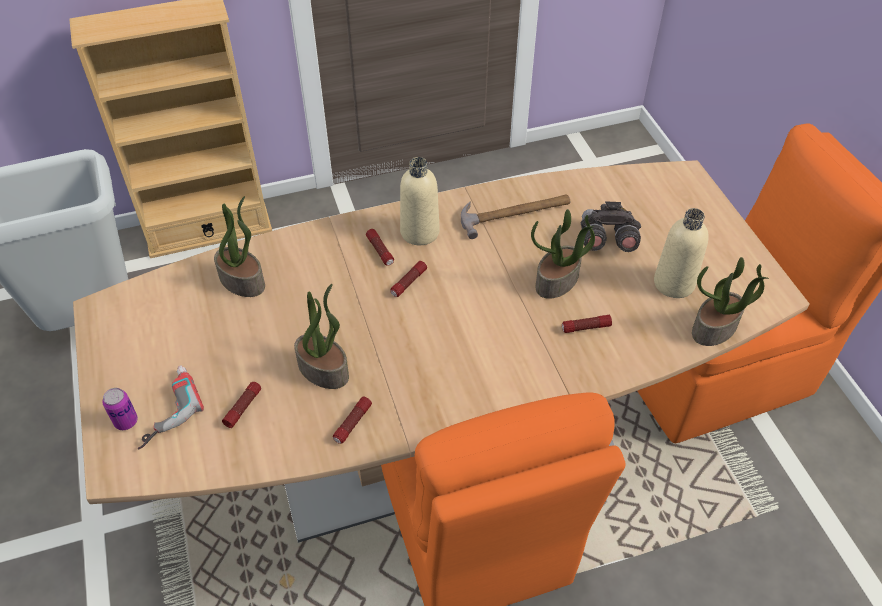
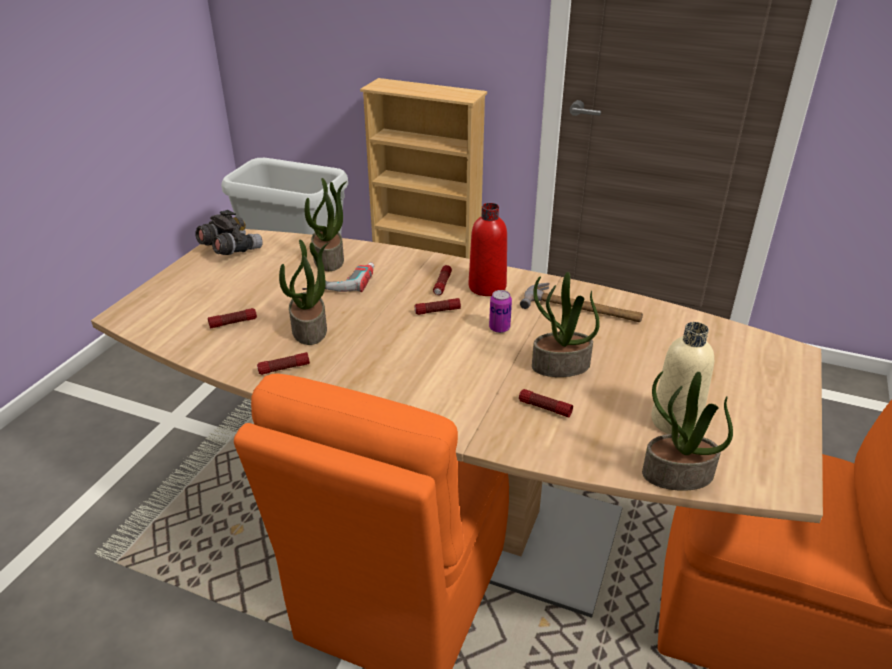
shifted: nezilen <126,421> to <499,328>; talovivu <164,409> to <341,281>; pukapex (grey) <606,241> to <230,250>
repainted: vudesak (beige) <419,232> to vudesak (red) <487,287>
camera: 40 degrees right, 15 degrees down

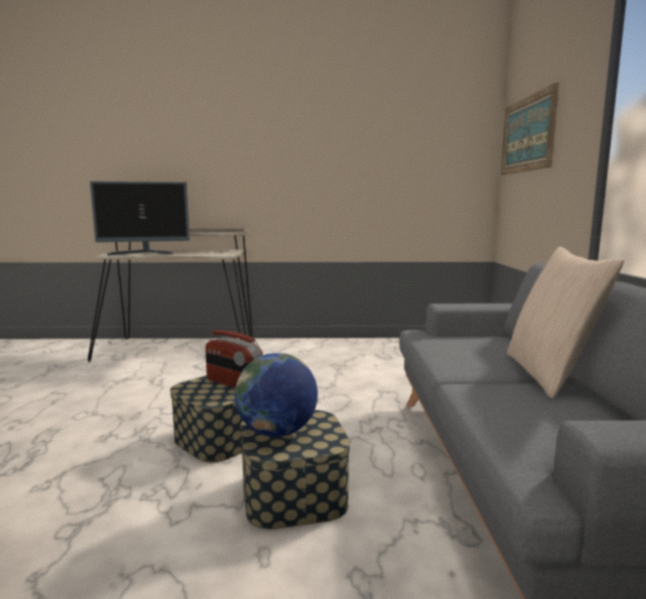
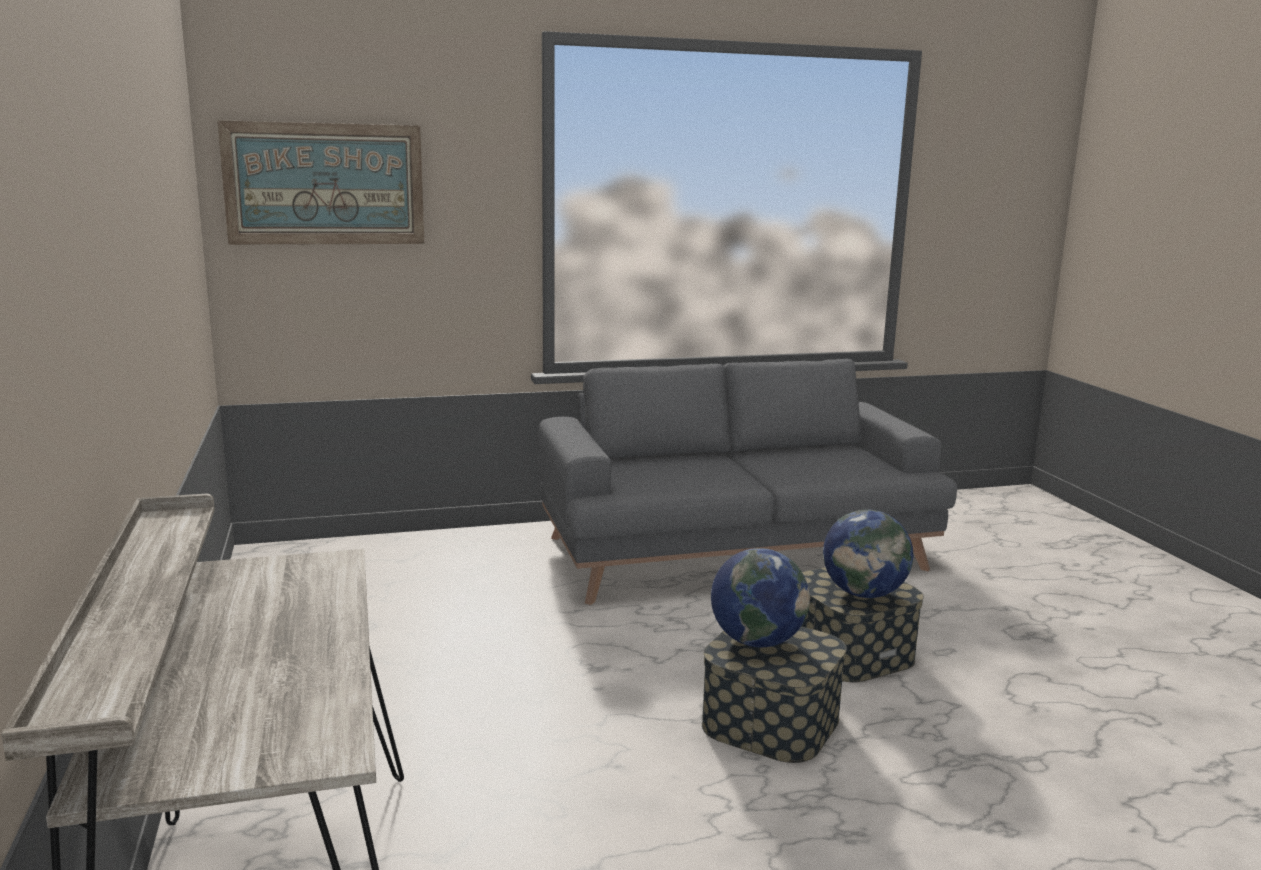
gone: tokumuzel <144,253>; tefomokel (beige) <549,374>
swapped: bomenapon <234,384> to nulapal <757,641>
camera: 105 degrees left, 5 degrees up

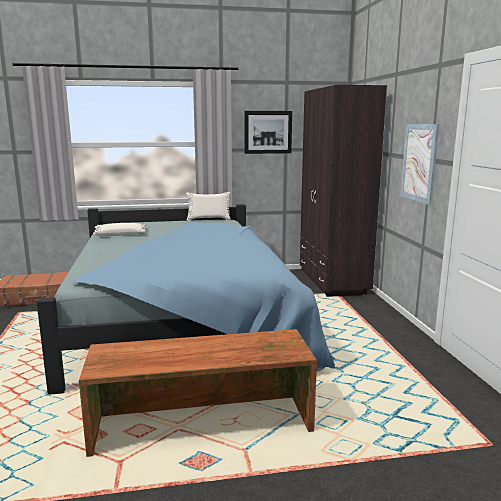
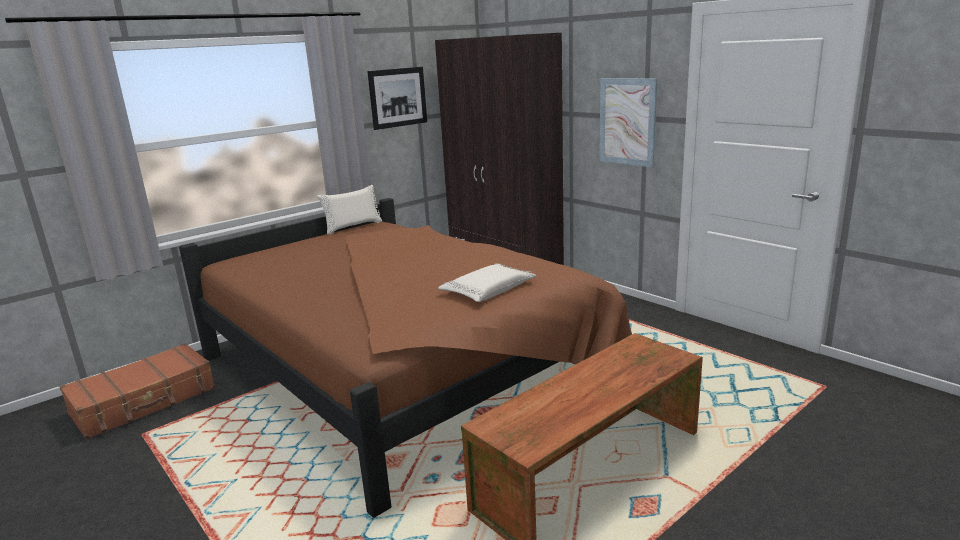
shifted: tefomokel (white) <120,233> to <488,288>
repainted: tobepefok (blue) <183,321> to tobepefok (brown) <406,368>
camera: 30 degrees left, 5 degrees up

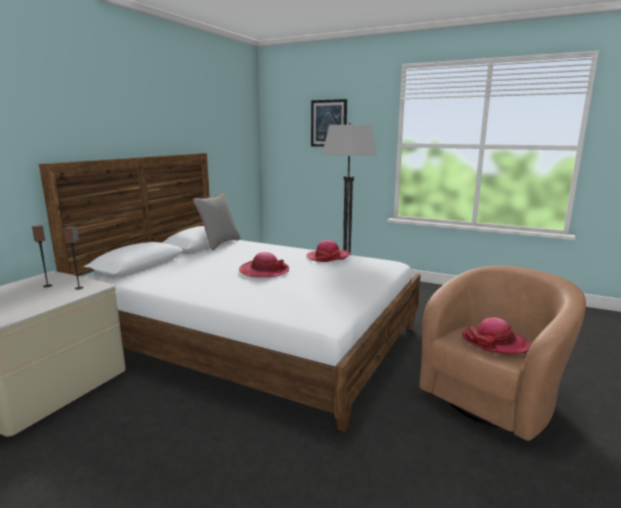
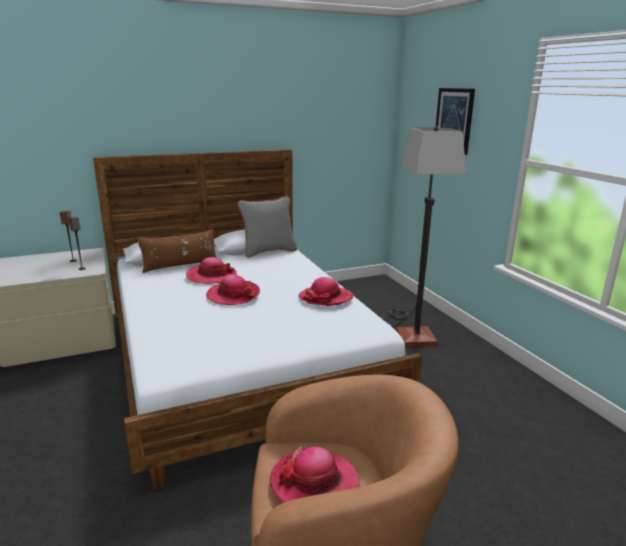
new: tefomokel (brown) <180,265>; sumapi <211,276>
camera: 40 degrees right, 5 degrees up

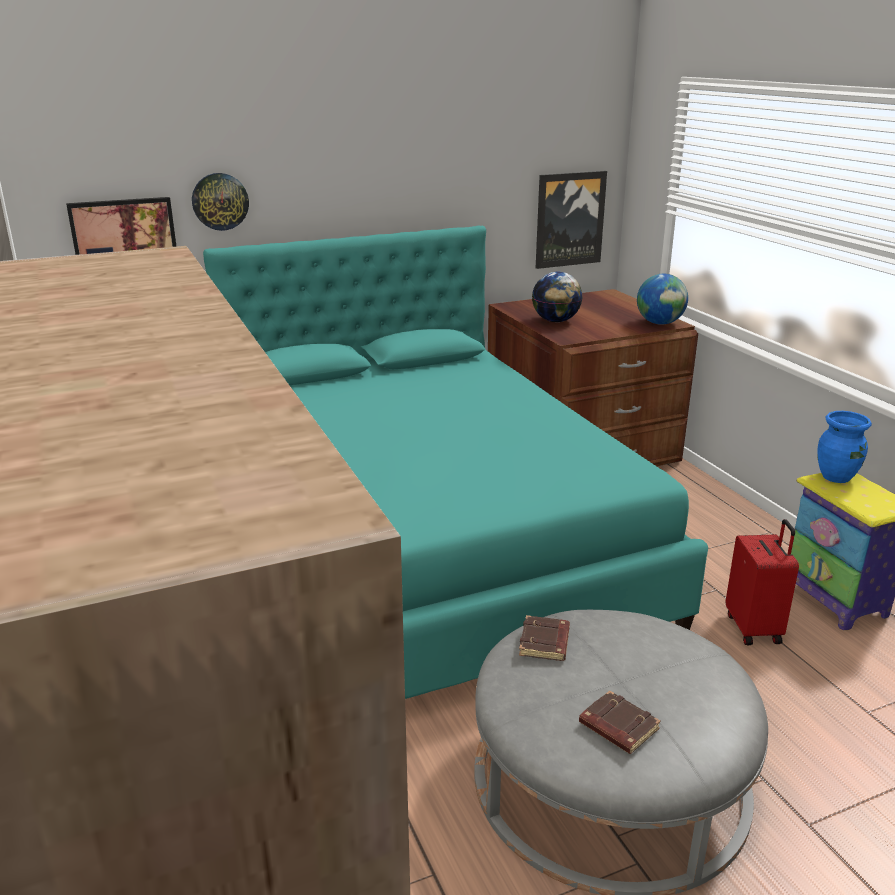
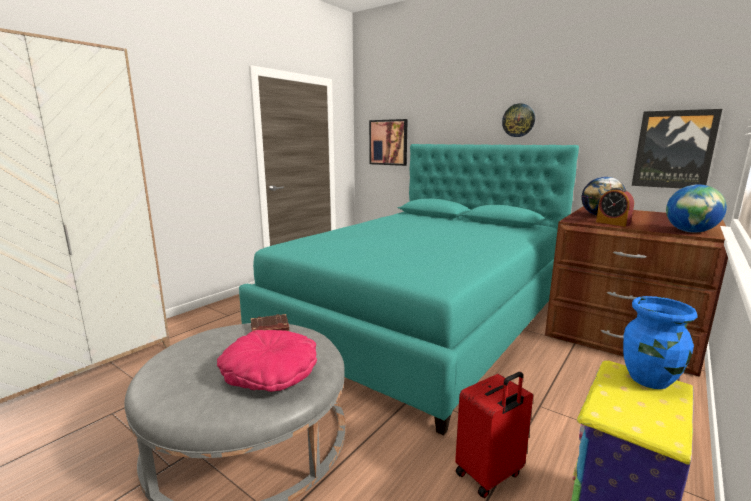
gone: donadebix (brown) <617,727>
new: tefomokel (pink) <272,372>; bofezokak <613,223>
shifted: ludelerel <220,201> to <518,120>
camera: 60 degrees right, 10 degrees down

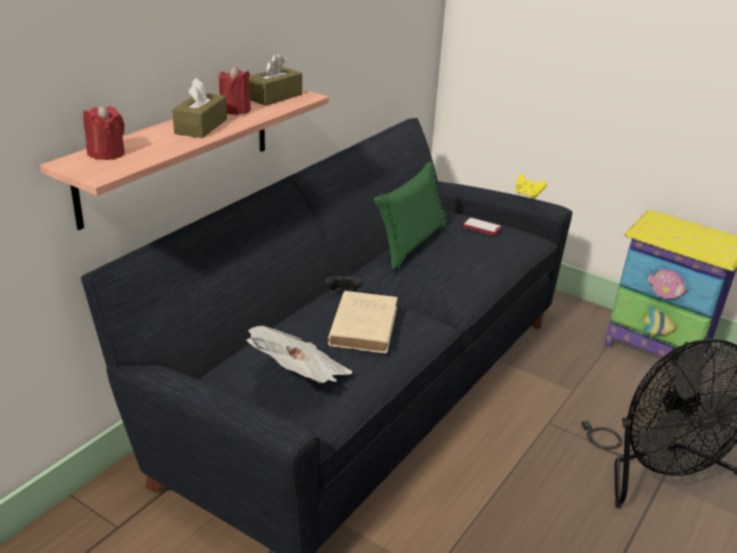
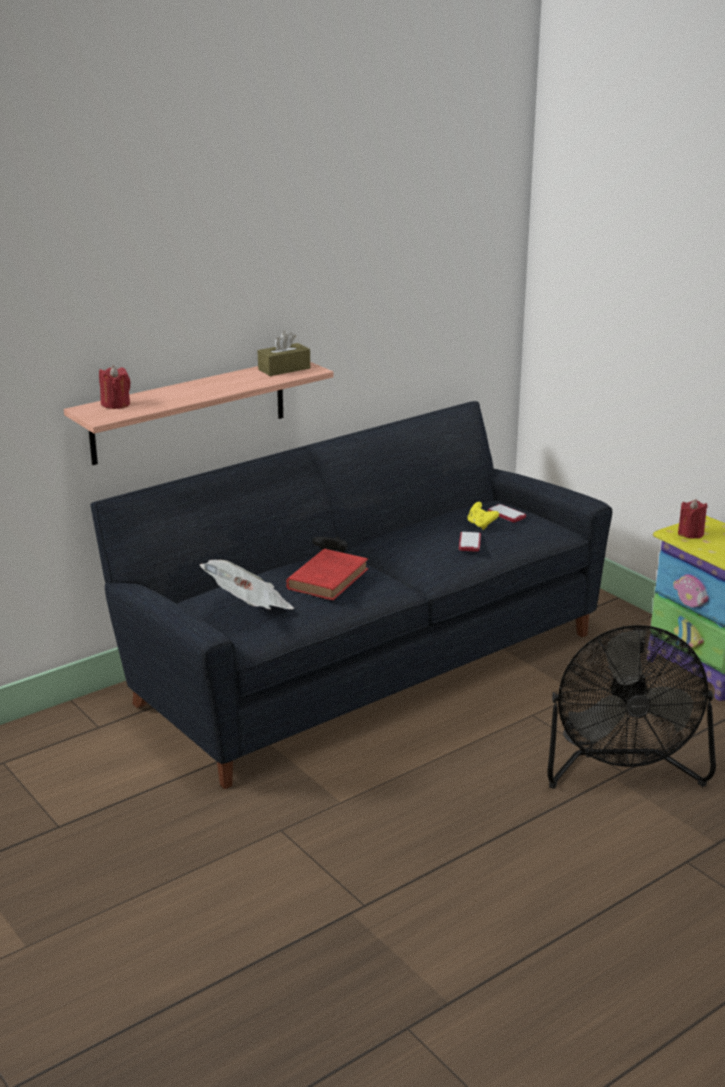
gone: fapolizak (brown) <201,126>; tefomokel (green) <410,244>
new: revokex <469,543>
shifted: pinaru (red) <235,110> to <690,533>; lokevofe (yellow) <527,195> to <481,525>
repainted: donadebix (beige) <364,325> to donadebix (red) <329,578>
camera: 20 degrees right, 5 degrees down

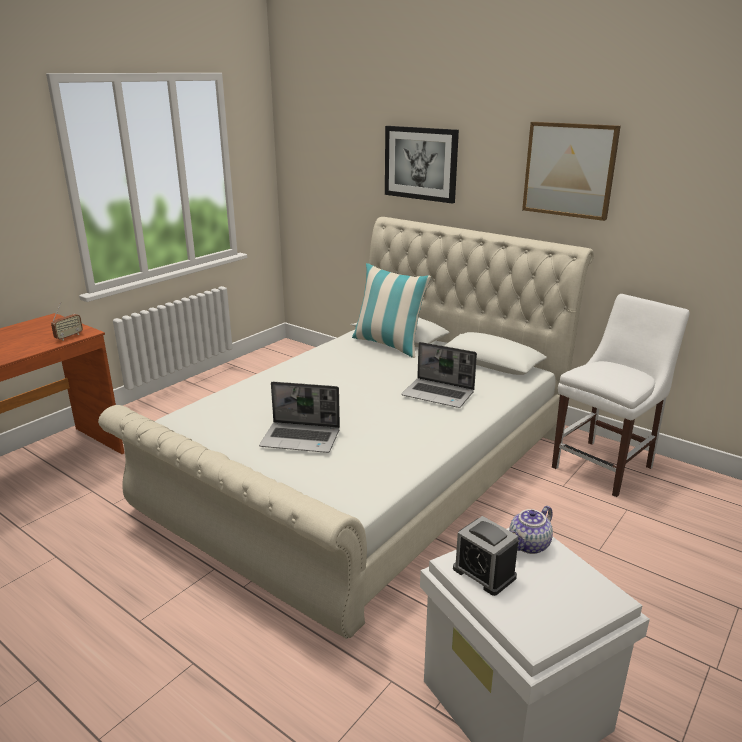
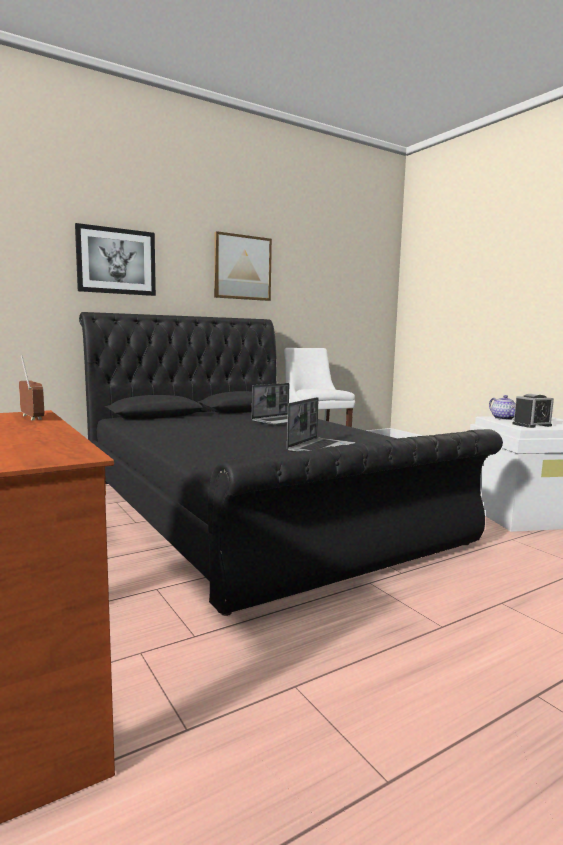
gone: tefomokel <388,344>
repainted: tobepefok (beige) <367,467> to tobepefok (black) <253,508>
camera: 70 degrees left, 15 degrees down

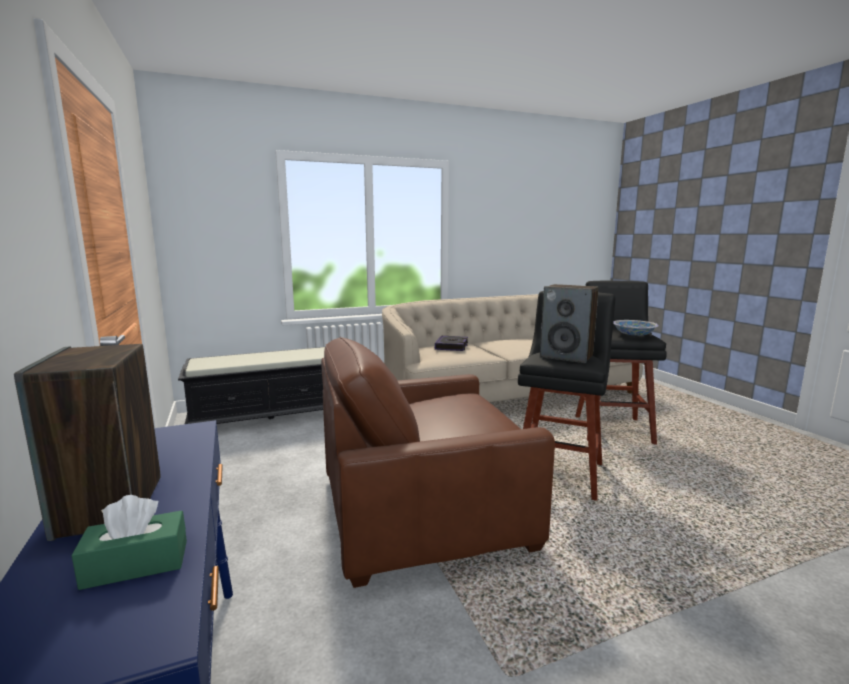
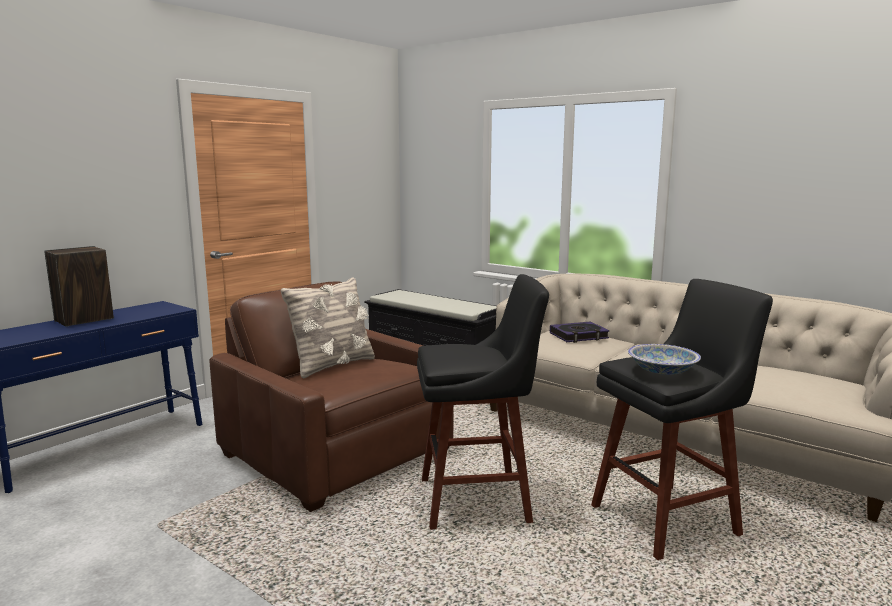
gone: fapolizak (green) <136,564>; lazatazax <567,356>
new: tefomokel (beige) <332,366>
camera: 60 degrees right, 0 degrees up

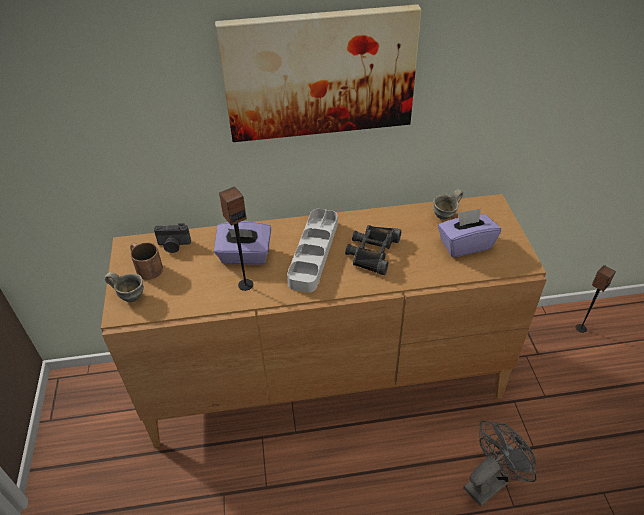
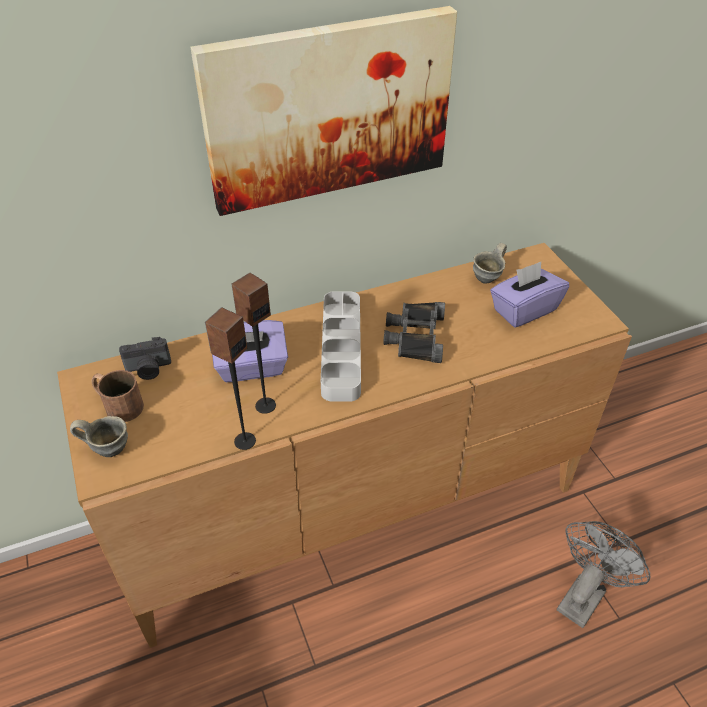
shifted: lazatazax <580,328> to <244,441>
camera: 15 degrees left, 0 degrees up

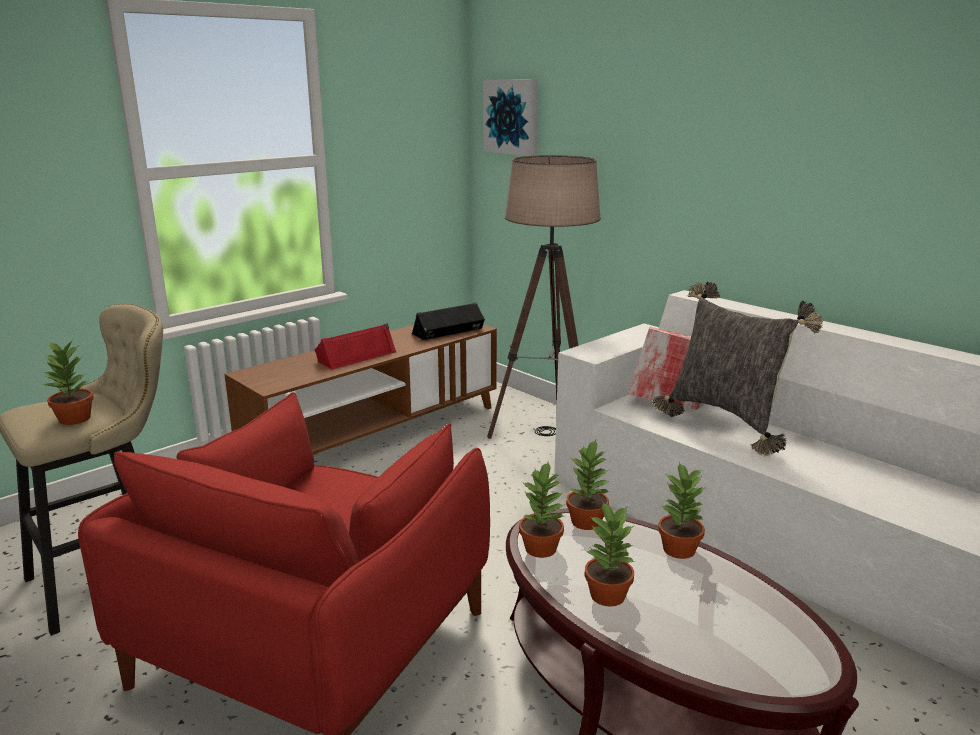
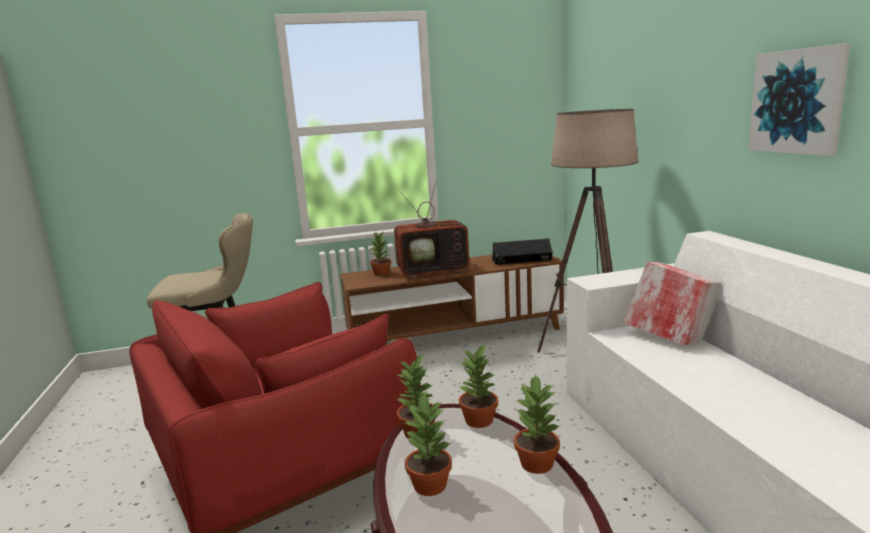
gone: tefomokel <726,429>
shifted: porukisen <75,419> to <381,273>; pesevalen <512,117> to <797,101>
swapped: lazatazax (red) <355,356> to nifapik <434,271>
camera: 30 degrees right, 5 degrees down

